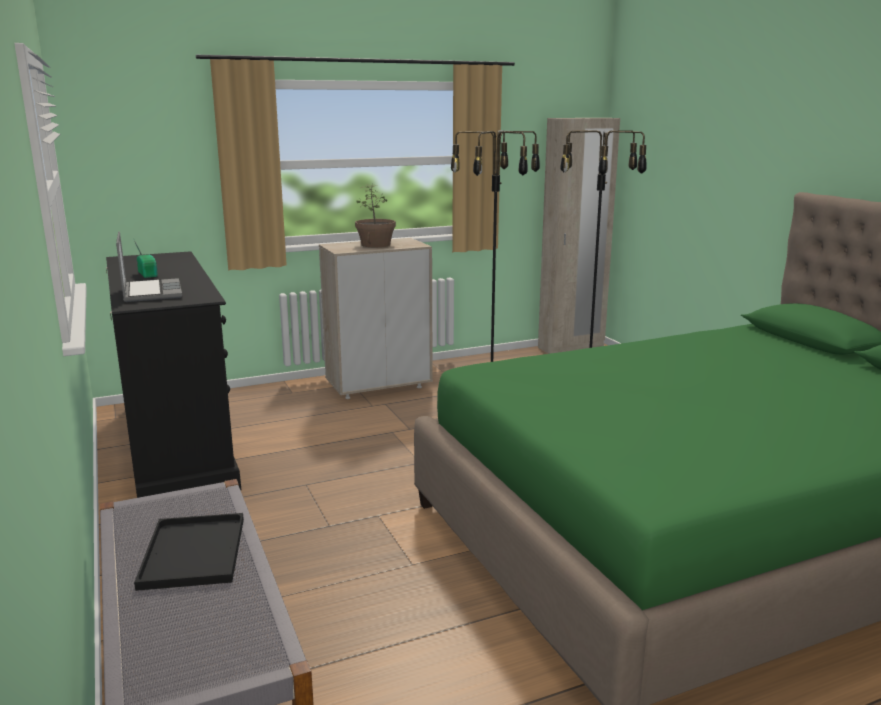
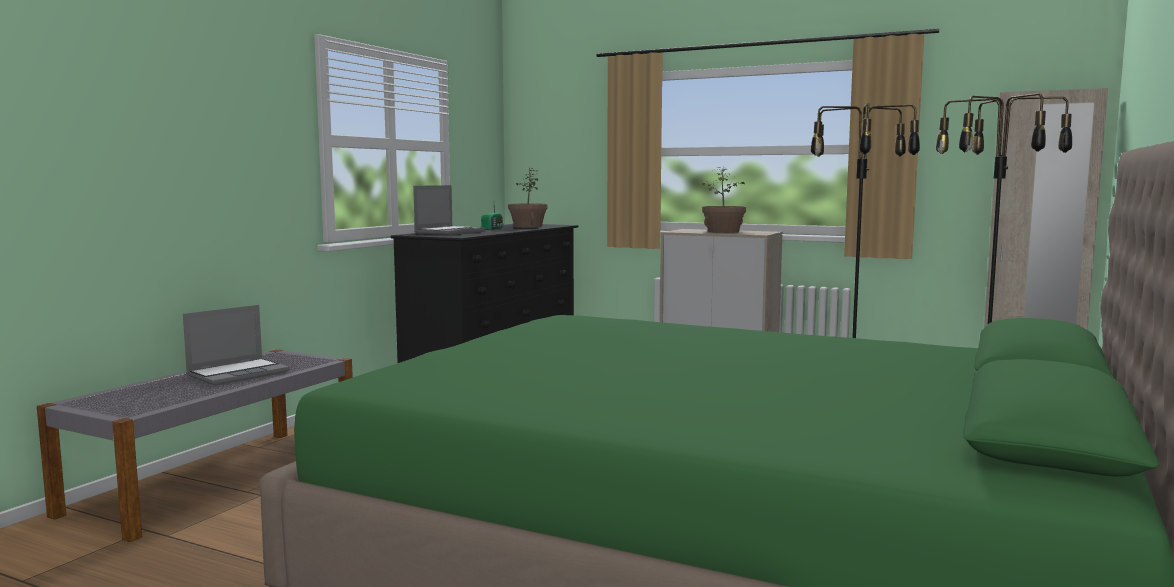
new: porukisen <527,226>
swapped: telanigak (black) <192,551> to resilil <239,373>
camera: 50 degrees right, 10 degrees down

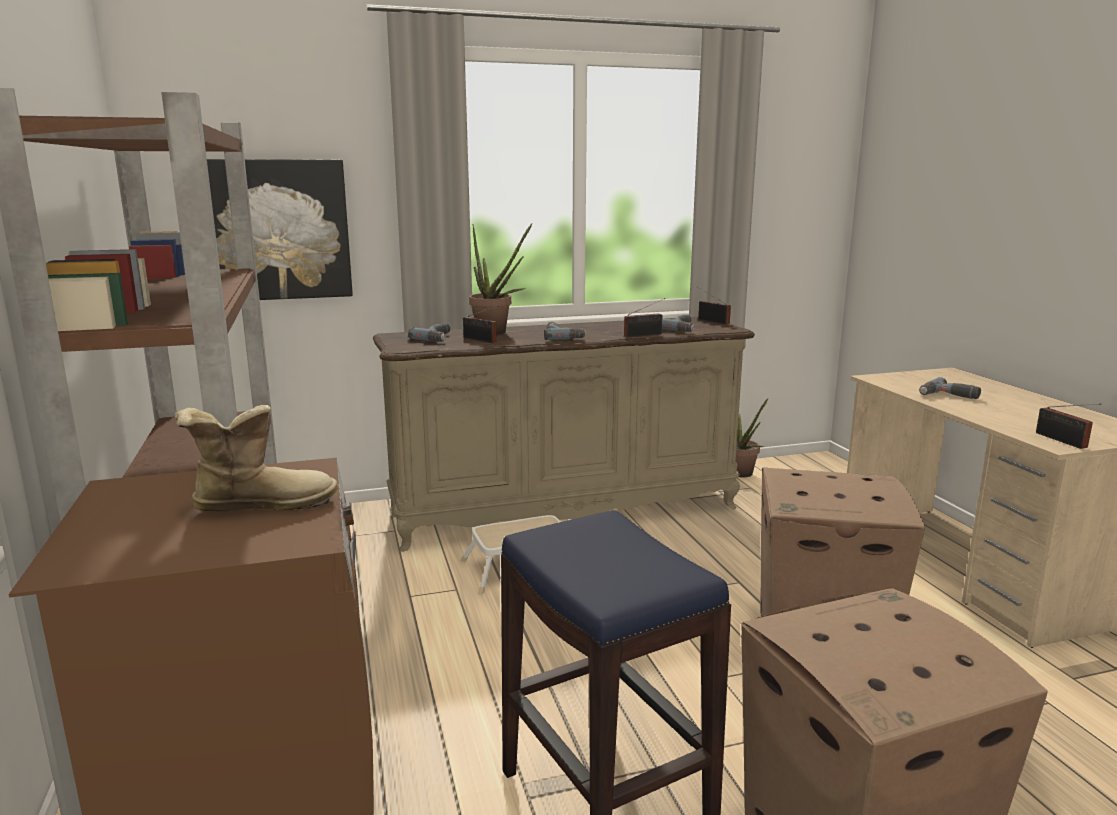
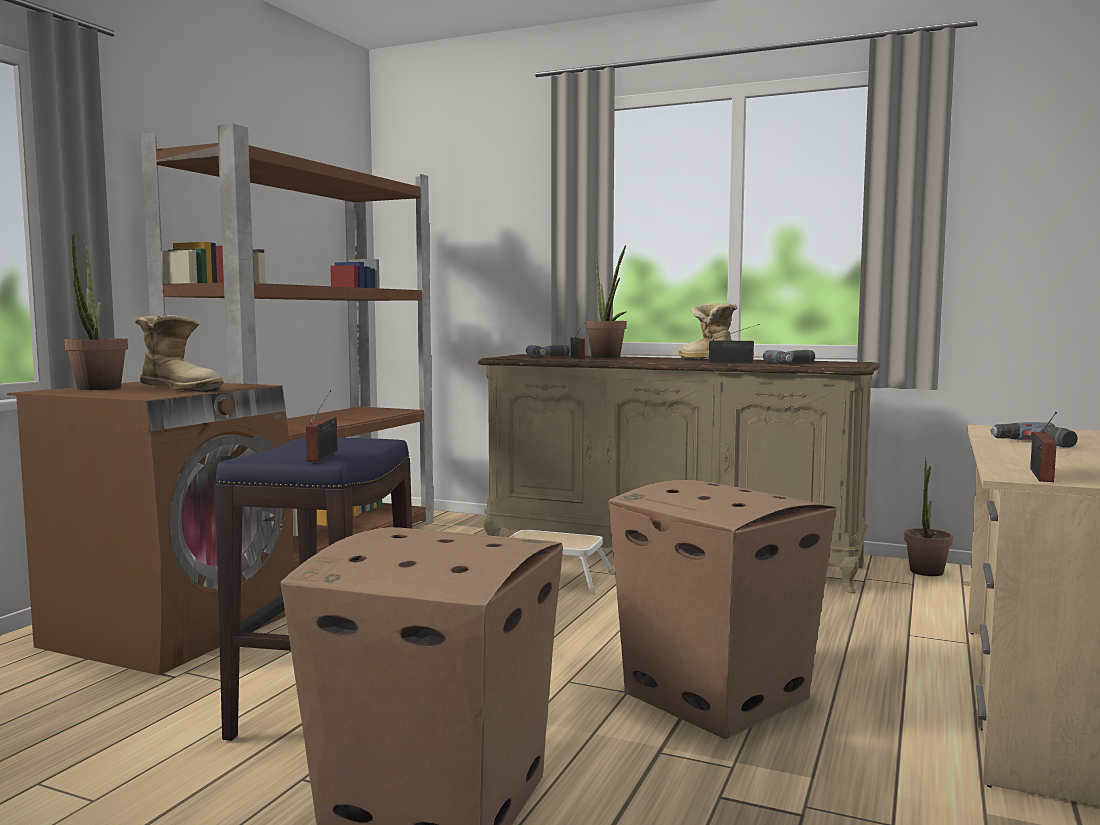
gone: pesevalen <277,230>; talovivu <562,336>
new: porukisen <97,389>; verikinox <705,360>
shifted: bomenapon <712,321> to <324,455>
camera: 40 degrees right, 10 degrees down

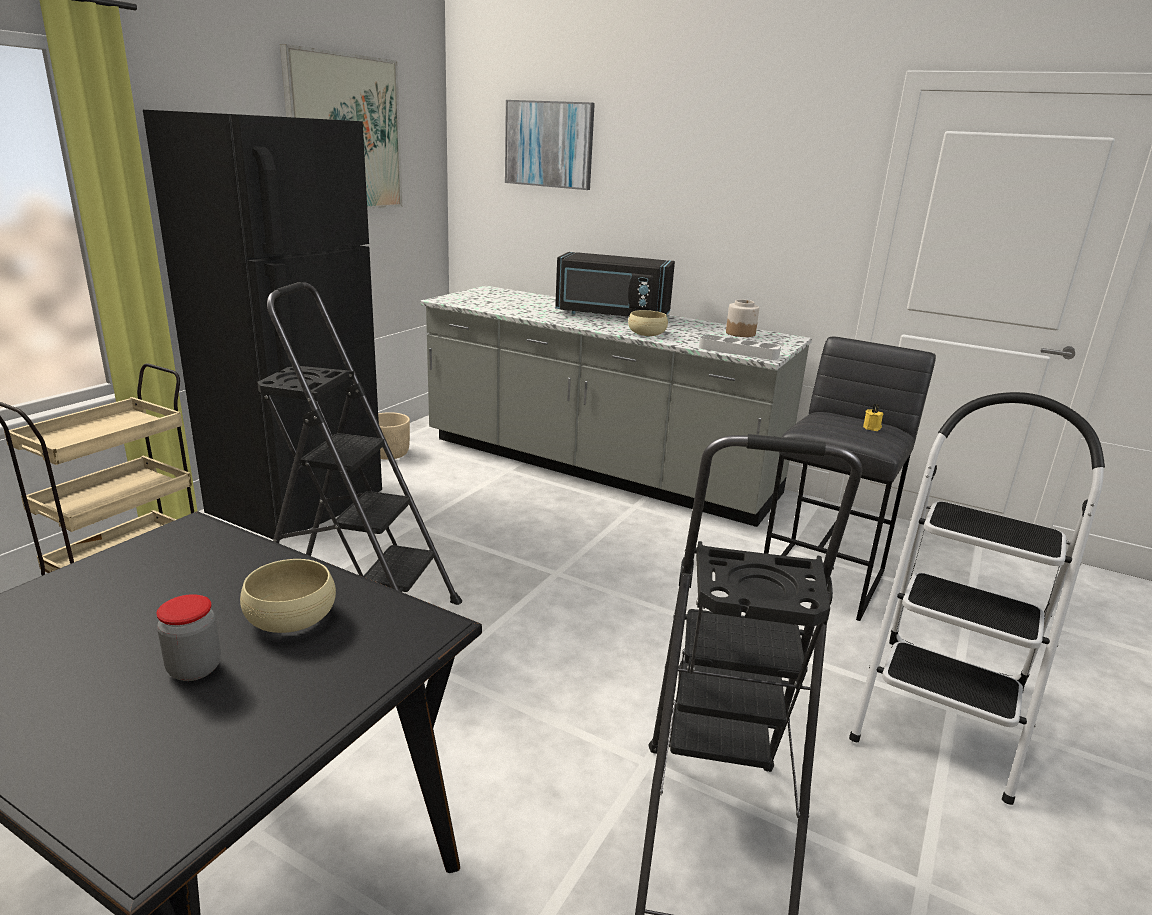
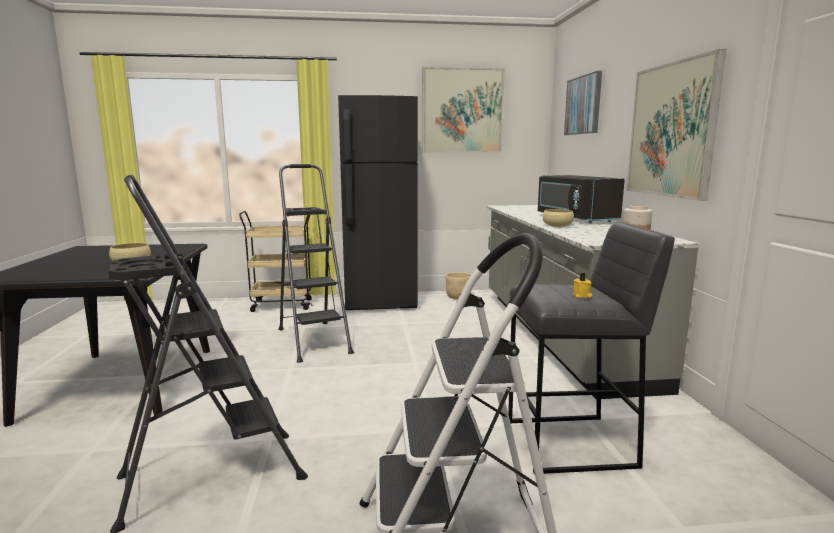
gone: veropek <194,669>; telanigak (grey) <738,352>
new: pesevalen <671,130>
camera: 55 degrees right, 10 degrees down

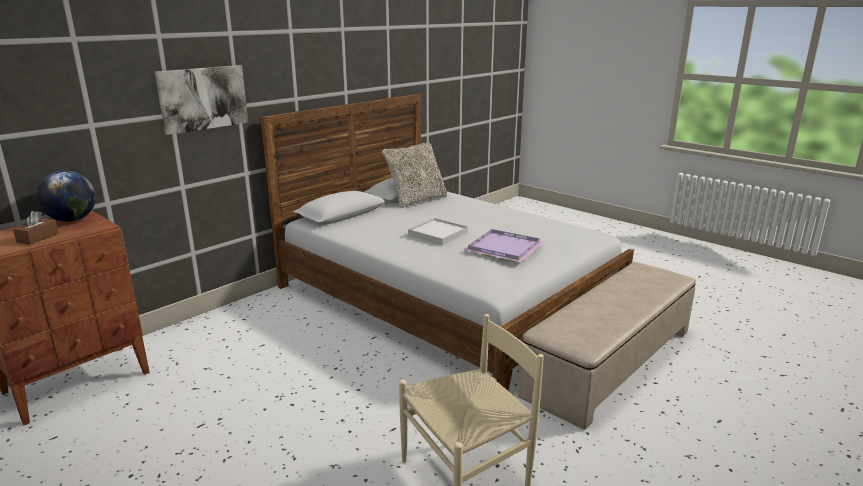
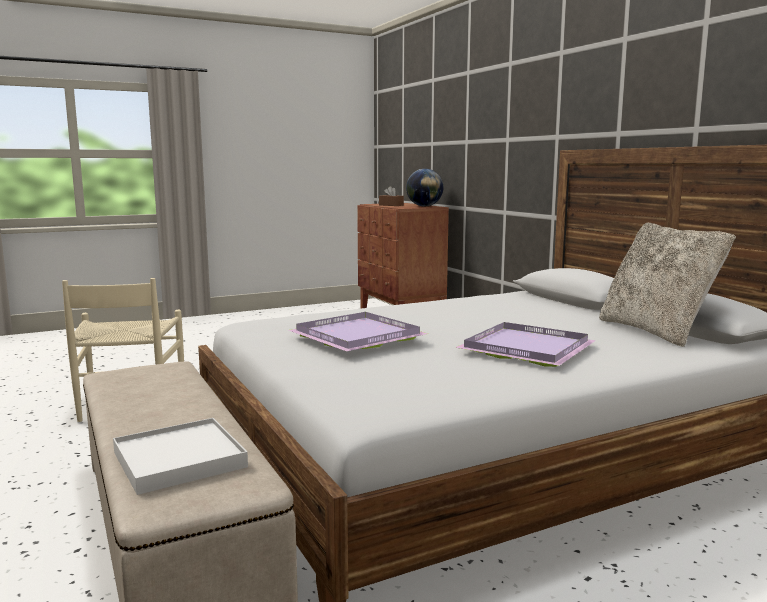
gone: pesevalen <203,98>
new: telanigak (purple) <525,348>
shifted: telanigak (white) <438,234> to <179,460>
camera: 110 degrees right, 10 degrees down

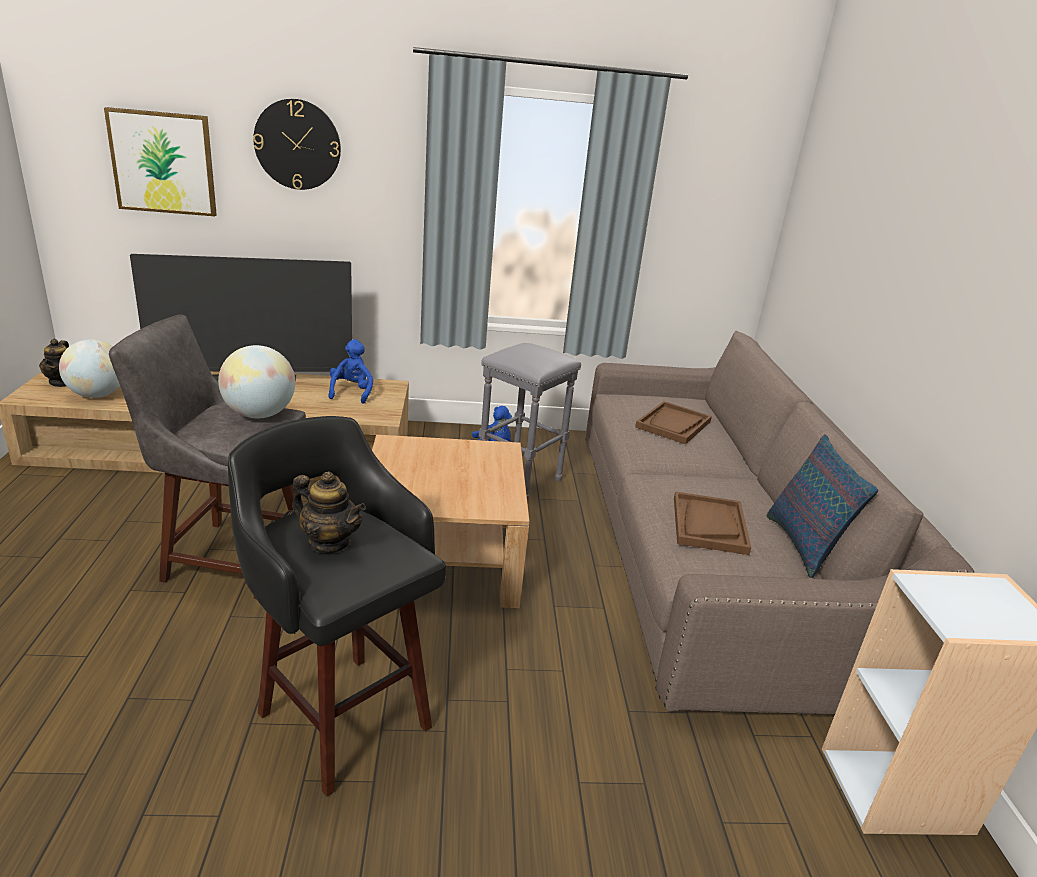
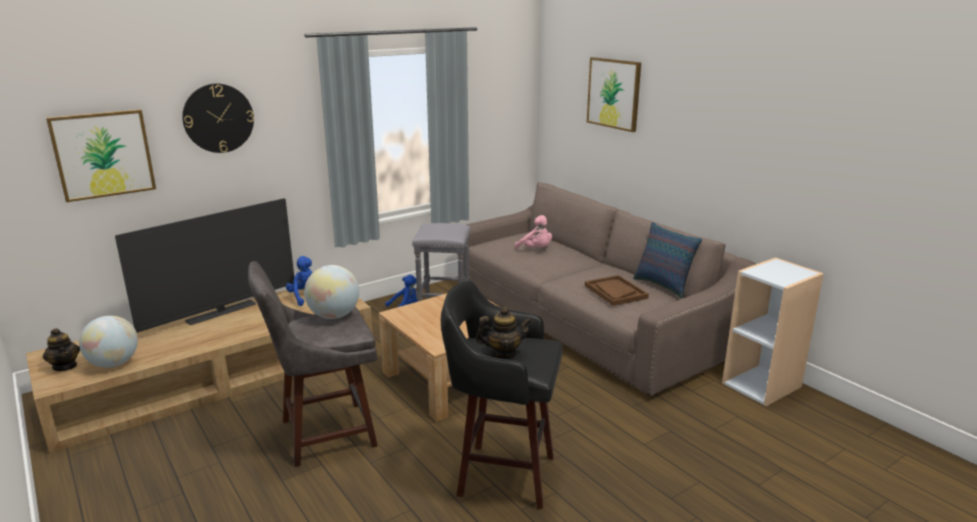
new: pesevalen <614,93>
swapped: telanigak (brown) <673,424> to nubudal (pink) <536,249>
camera: 30 degrees left, 5 degrees down

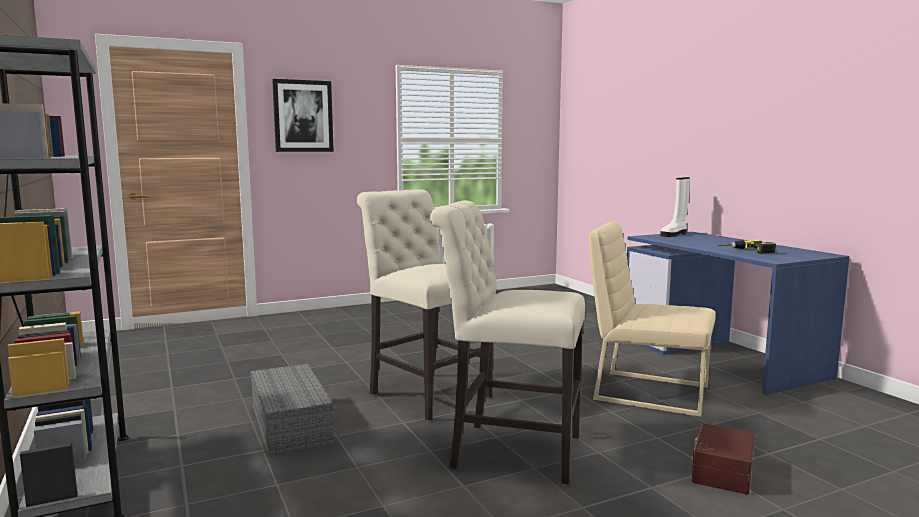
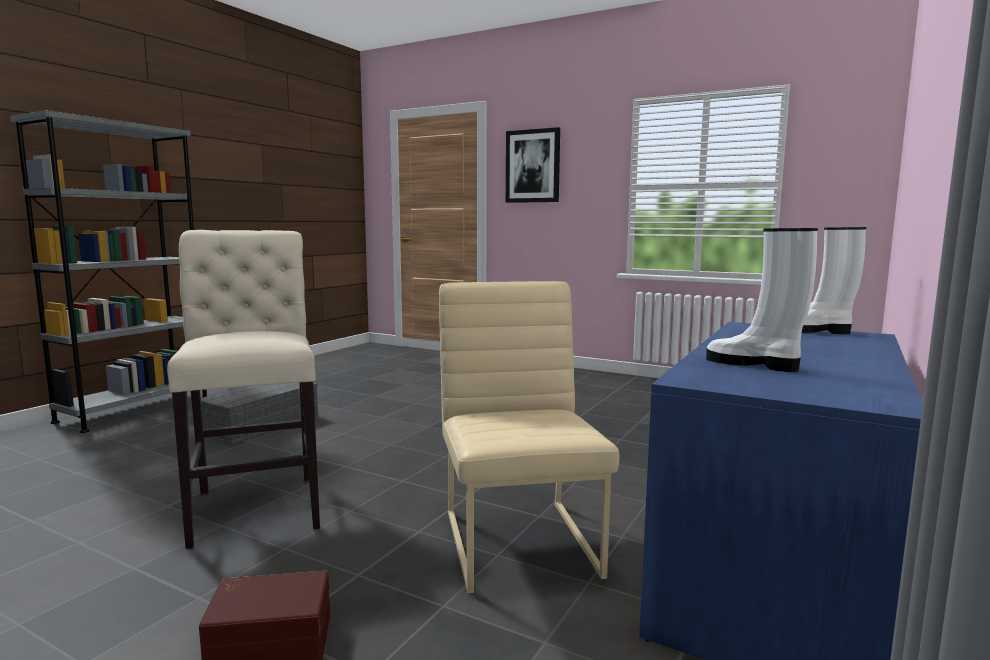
gone: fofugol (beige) <426,393>
swapped: talovivu <747,251> to verikinox (white) <754,364>
camera: 55 degrees right, 0 degrees up

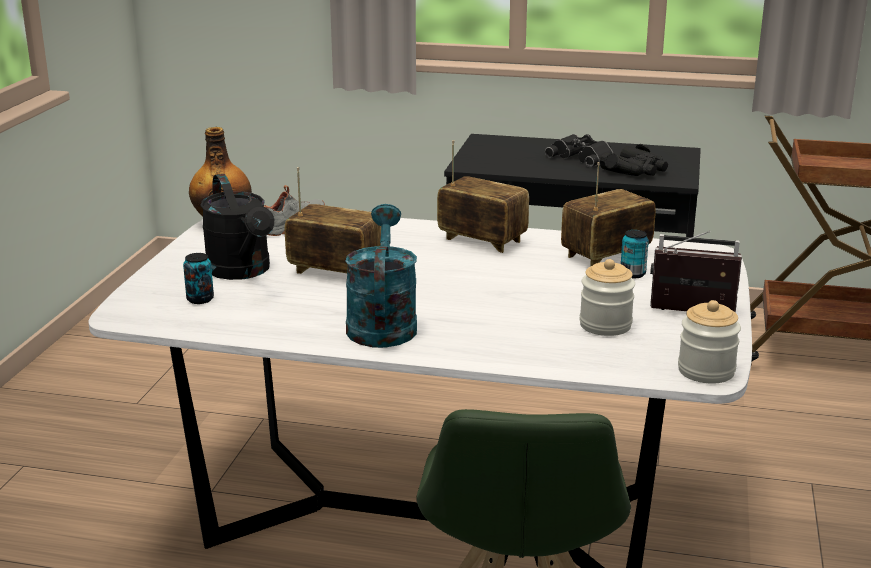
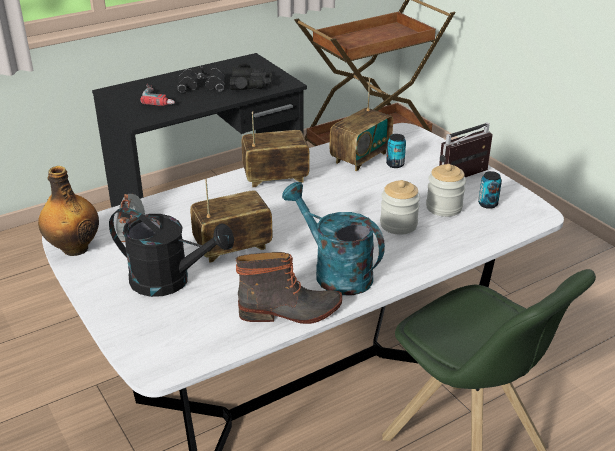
new: talovivu <160,97>; verikinox <290,312>
shifted: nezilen <200,299> to <488,204>; veropek <706,371> to <398,225>
rotated: bomenapon <606,256> = <360,157> 150 degrees counterclockwise
camera: 45 degrees left, 10 degrees up

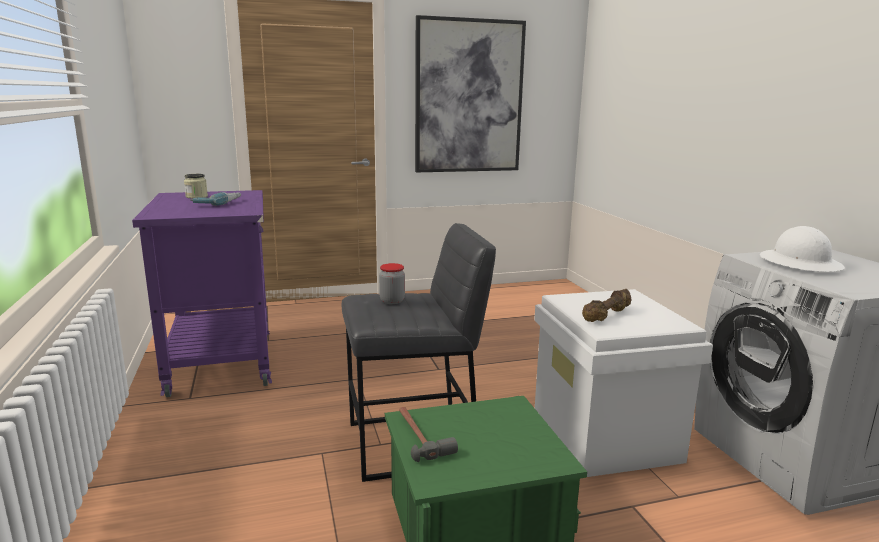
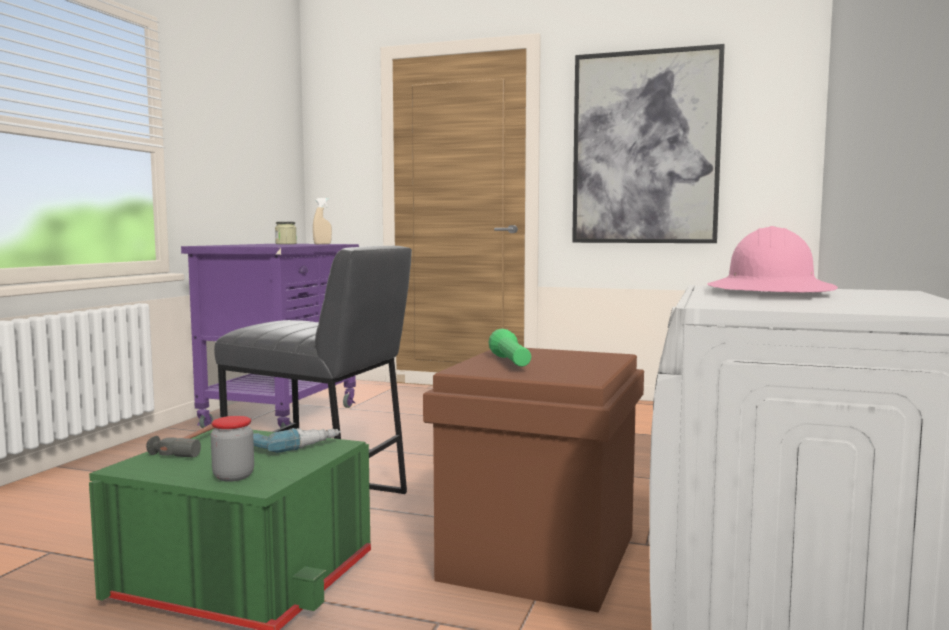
new: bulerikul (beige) <322,244>
shifted: talovivu <217,203> to <292,445>; veropek <392,301> to <233,476>
swapped: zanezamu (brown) <607,316> to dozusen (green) <511,363>
repainted: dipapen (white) <606,436> to dipapen (brown) <540,557>; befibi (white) <800,263> to befibi (pink) <770,291>
camera: 35 degrees right, 10 degrees down

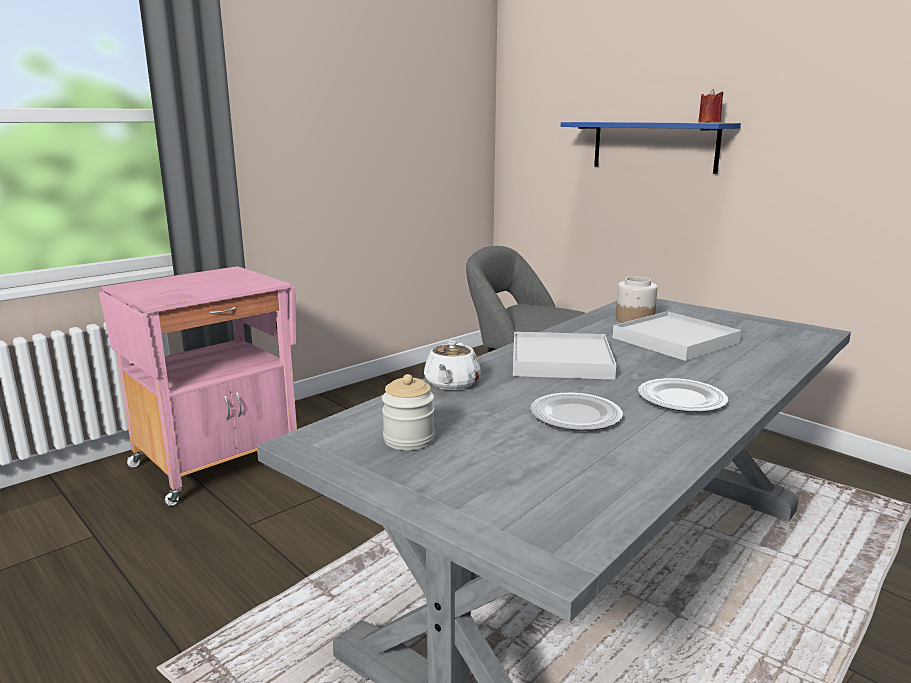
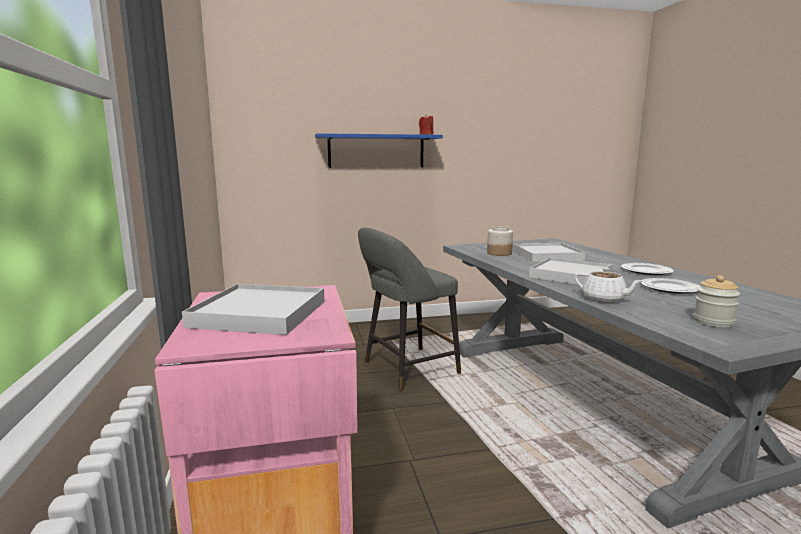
new: telanigak (white) <259,314>
camera: 60 degrees left, 5 degrees down

